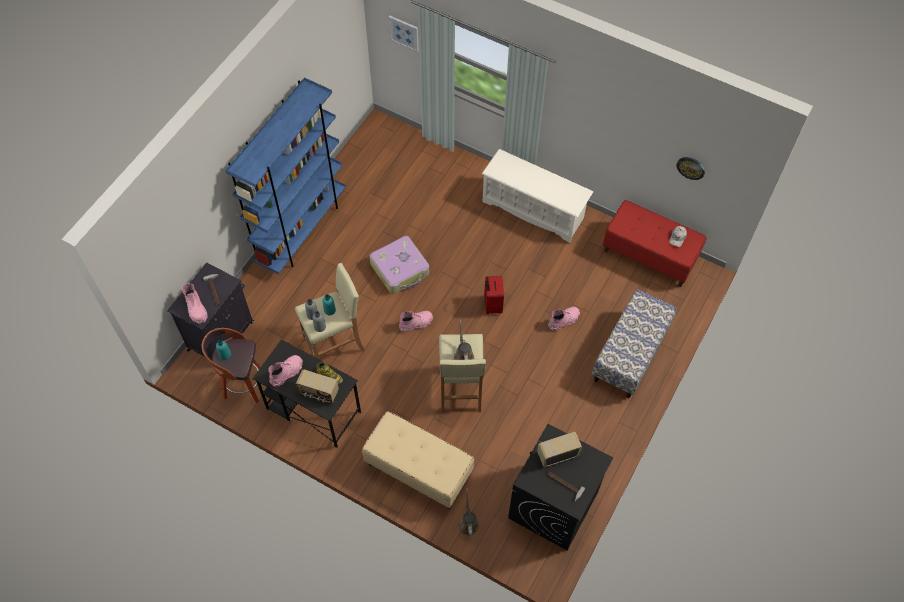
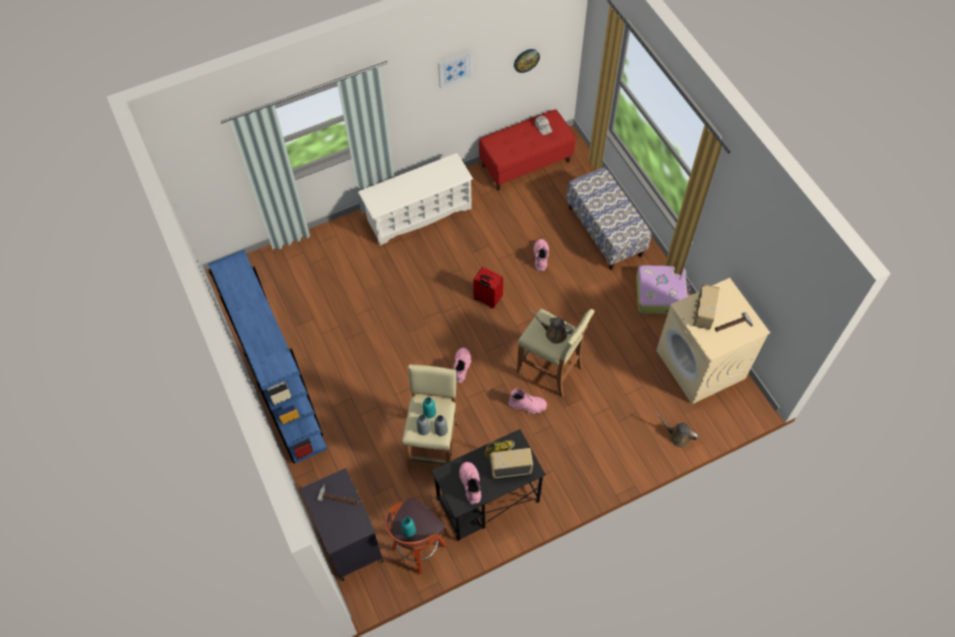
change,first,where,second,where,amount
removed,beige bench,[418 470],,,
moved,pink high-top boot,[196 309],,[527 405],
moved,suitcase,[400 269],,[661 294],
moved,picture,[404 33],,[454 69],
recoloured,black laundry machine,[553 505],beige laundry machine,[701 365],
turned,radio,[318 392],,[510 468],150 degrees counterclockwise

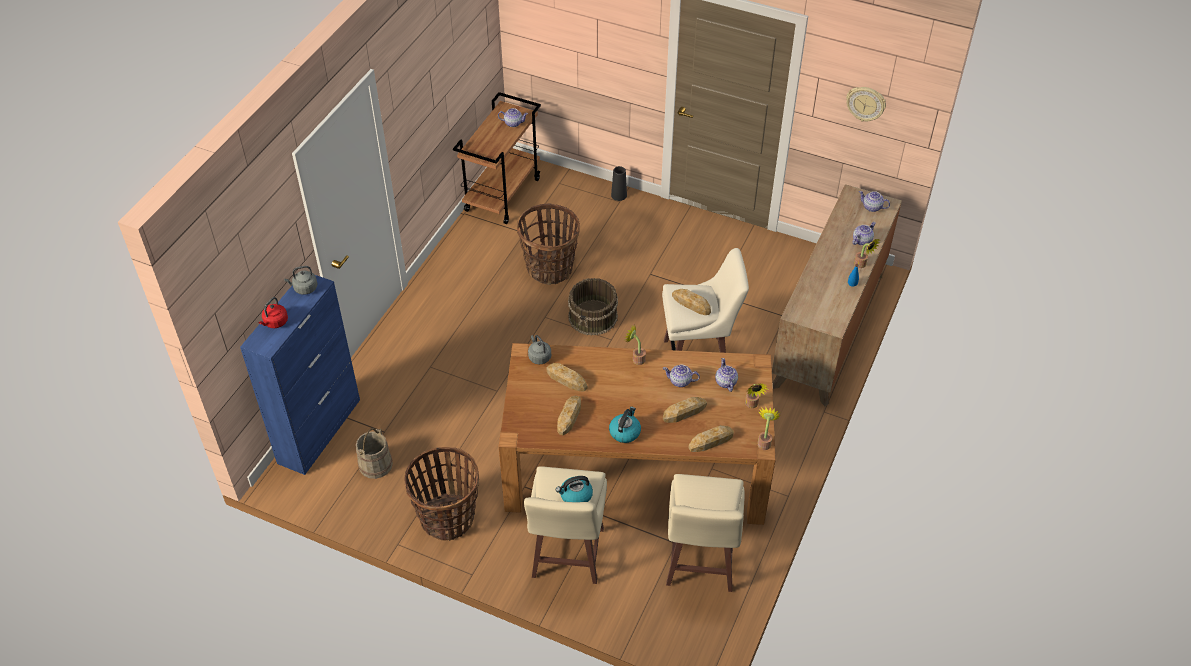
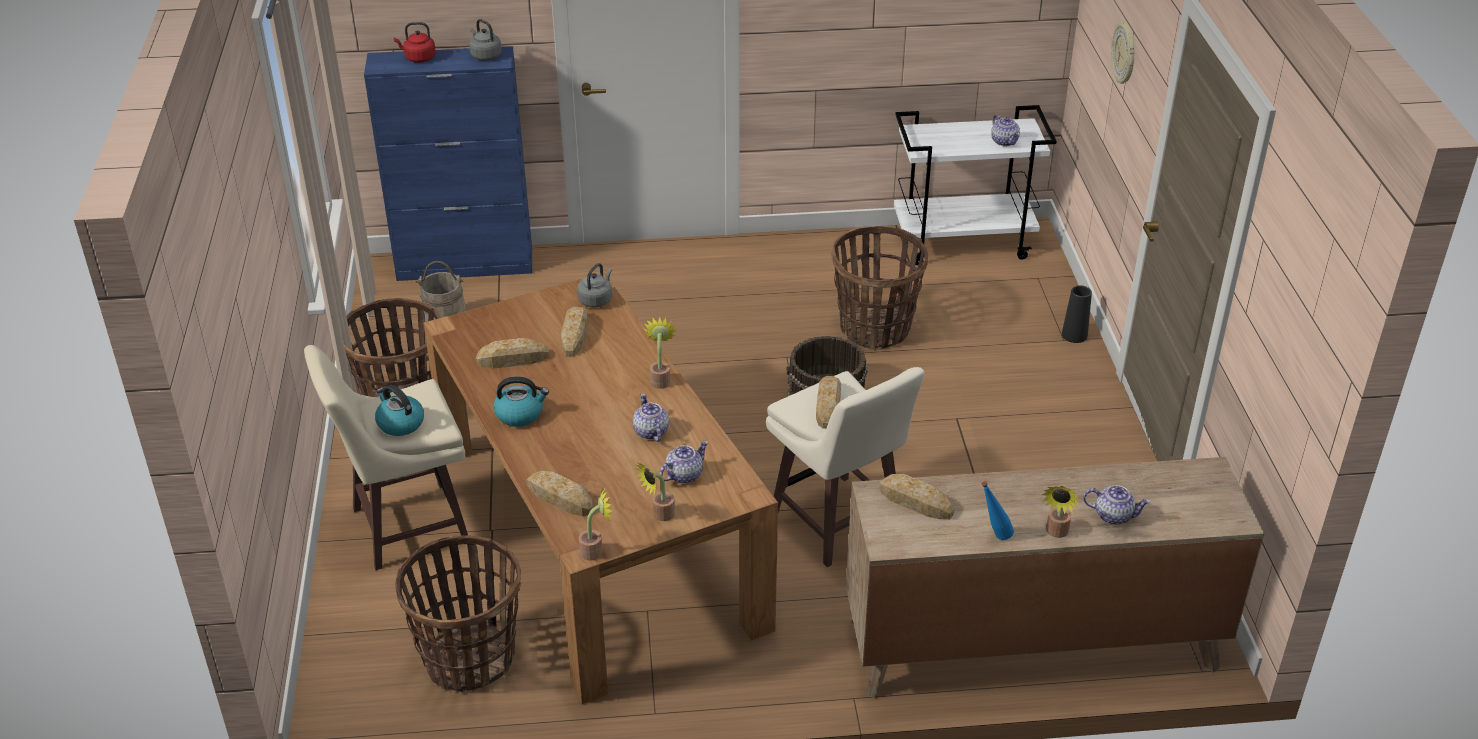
change,first,where,second,where,amount
removed,tea pot,[872 207],,,
moved,bread,[684 412],,[915 502],
moved,wall clock,[865 103],,[1125 54],
replaced,beige stool seat,[699 563],basket,[470 659],
recoloured,brown wheeled cart,[502 194],whitish wheeled cart,[964 242],

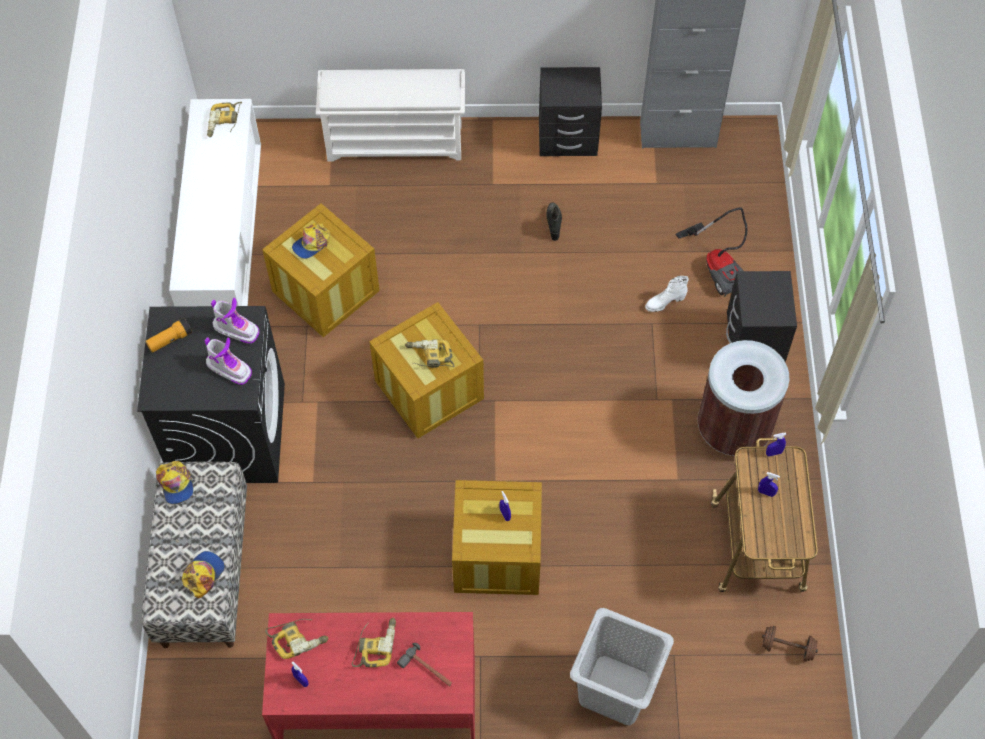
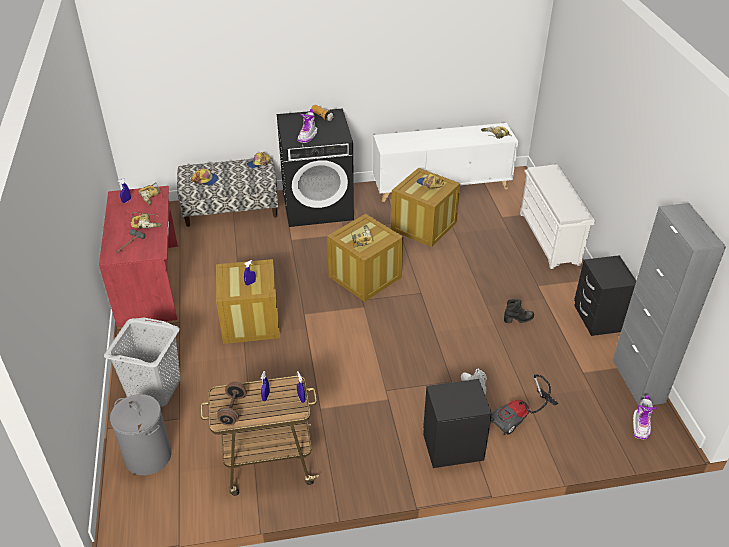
change,first,where,second,where,amount
removed,brown trash can,[733 429],,,
added,,,gray washing basket,[148 456],
moved,high-top boot,[236 329],,[641 426],
moved,brown free weight,[787 647],,[233 410],

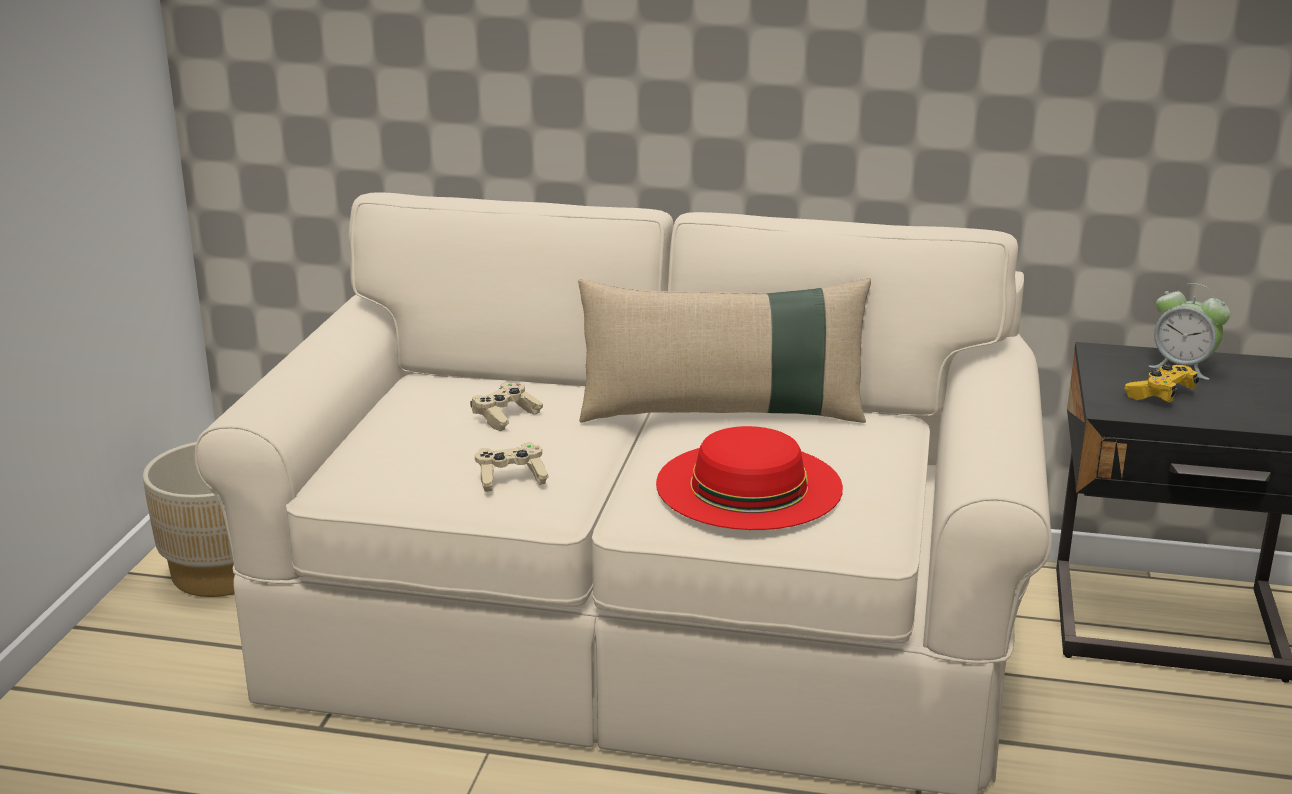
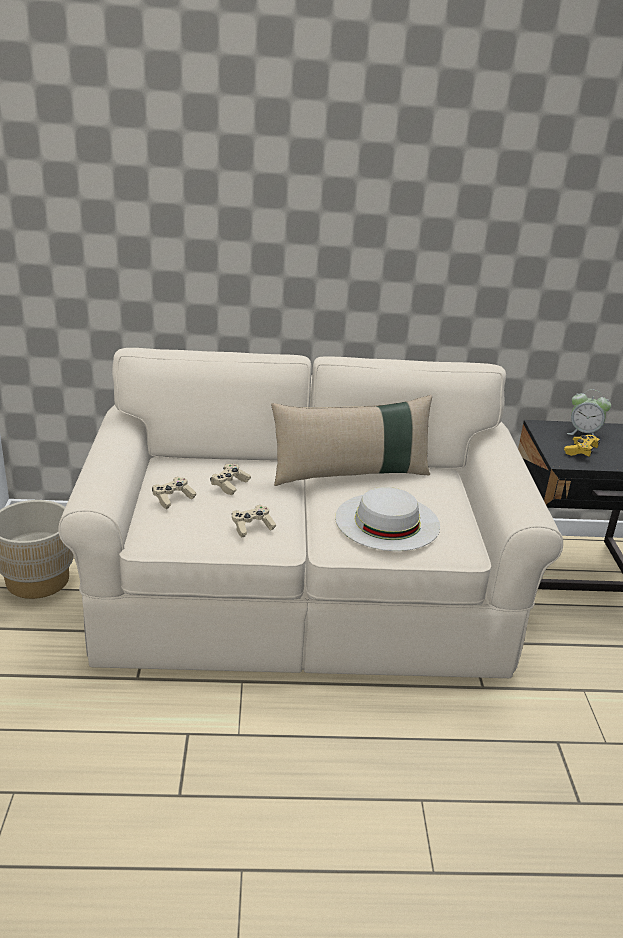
change,first,where,second,where,amount
added,,,beige joypad,[173 498],
recoloured,red-coloured wearable hat,[749 485],whitish wearable hat,[387 521],

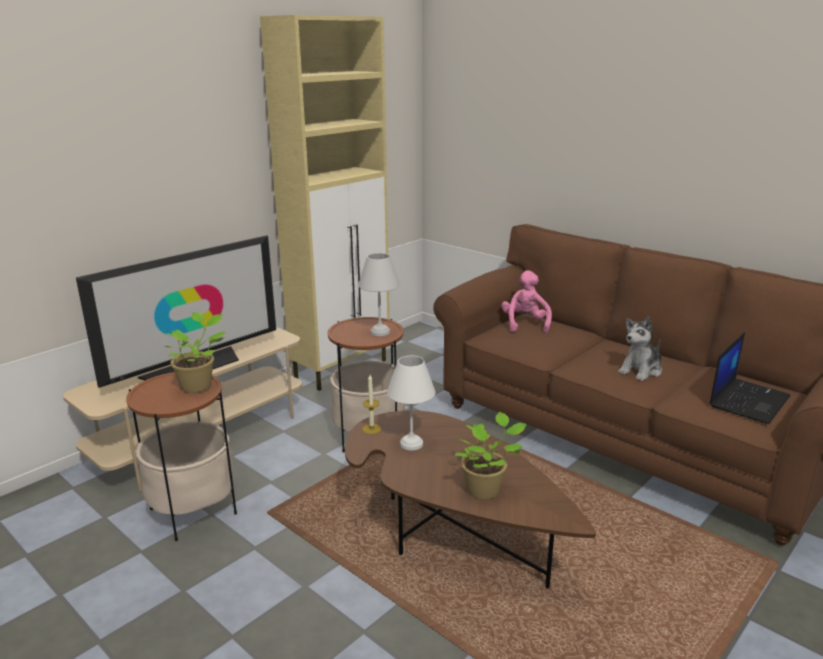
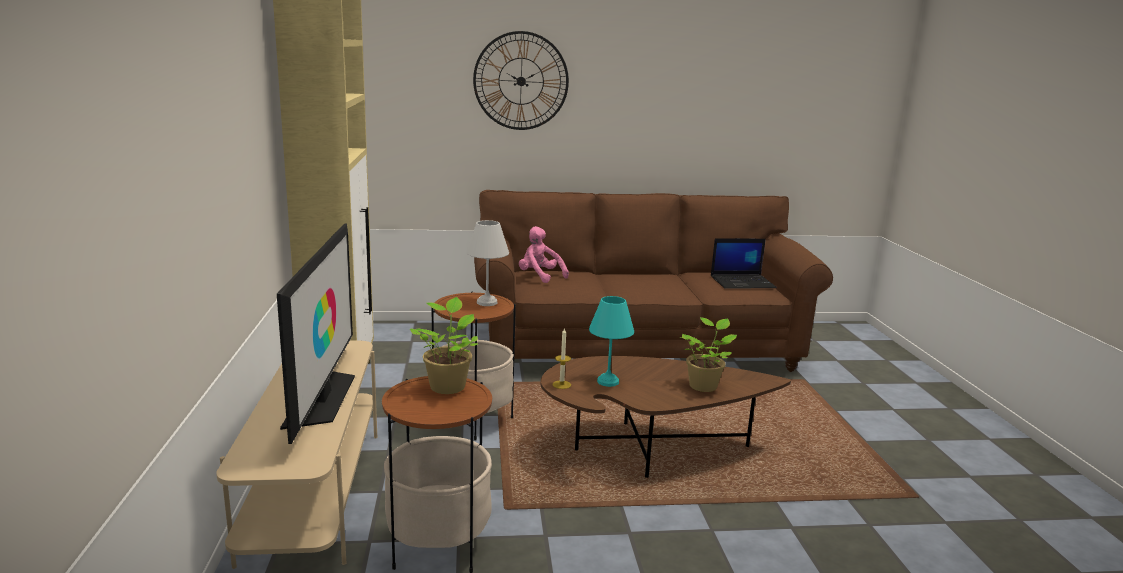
change,first,where,second,where,amount
removed,soft toy,[641 370],,,
added,,,wall clock,[521 81],
recoloured,whitish table lamp,[412 443],turquoise-coloured table lamp,[607 381],
turned,laptop,[748 400],,[743 282],90 degrees clockwise

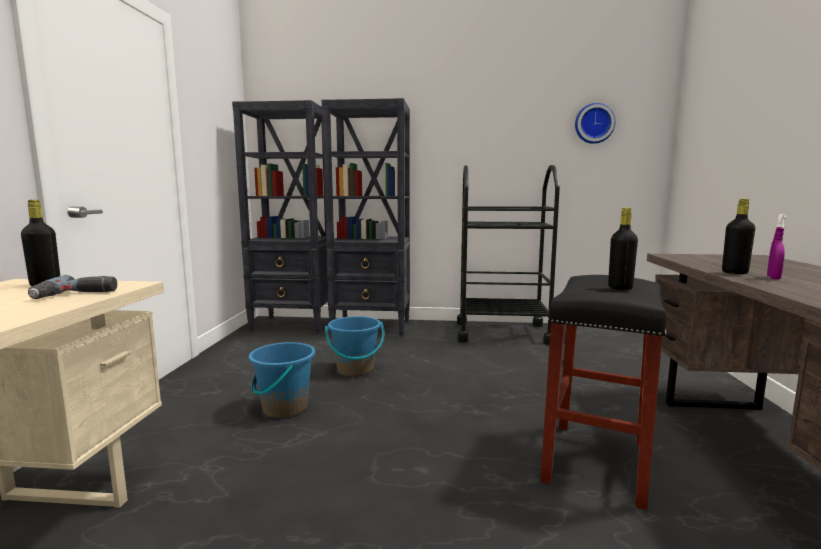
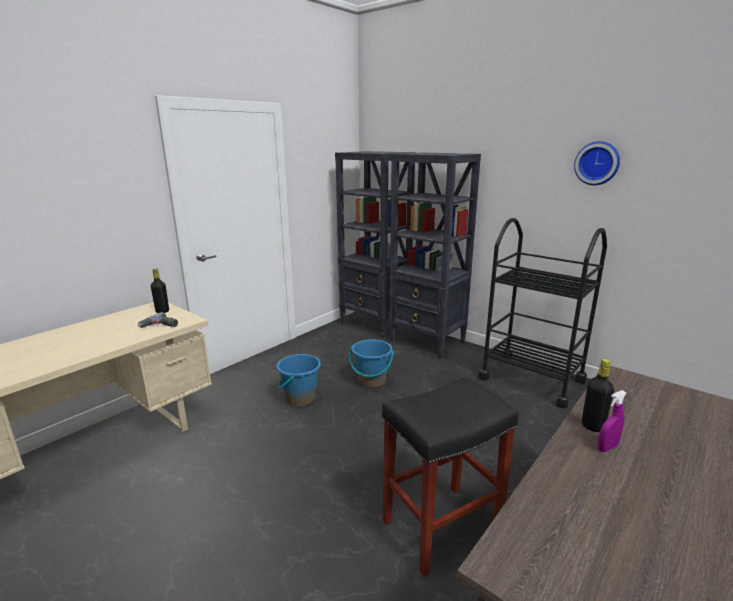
change,first,where,second,where,amount
removed,black bottle,[620 288],,,
moved,wall clock,[593 123],,[597 163],

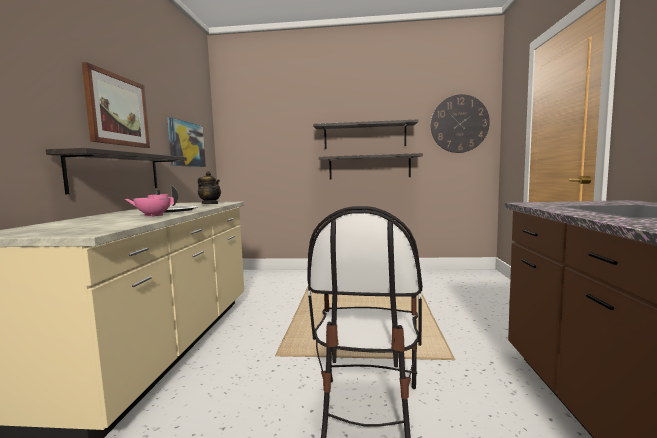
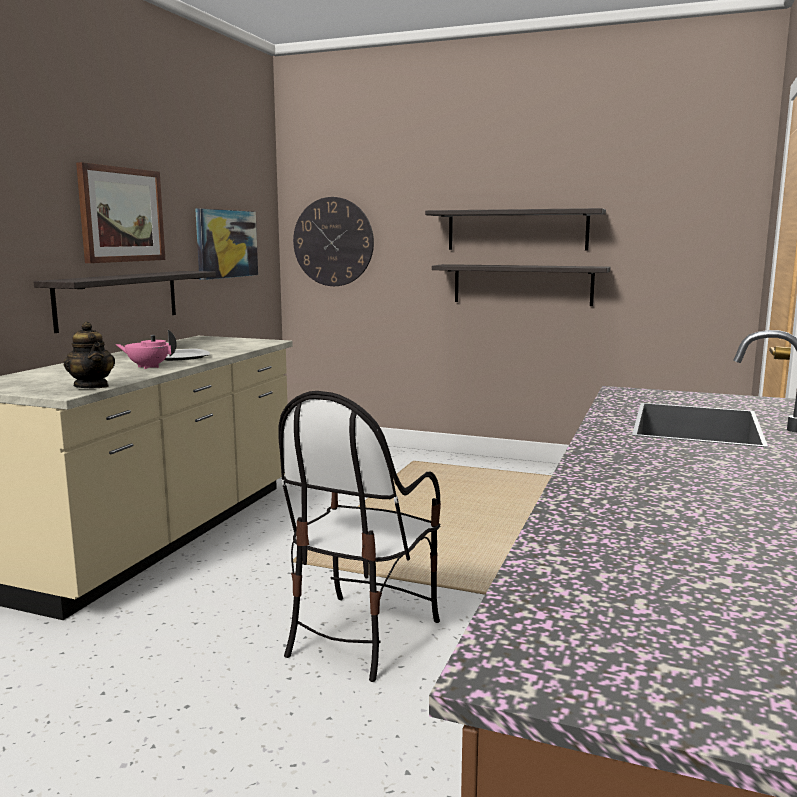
change,first,where,second,where,amount
moved,tea pot,[210 204],,[92 386],
moved,wall clock,[459 124],,[333 242],

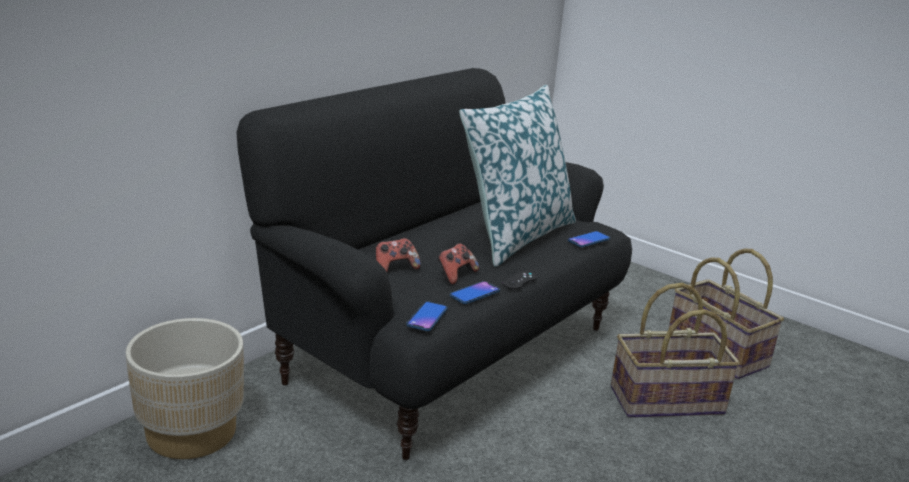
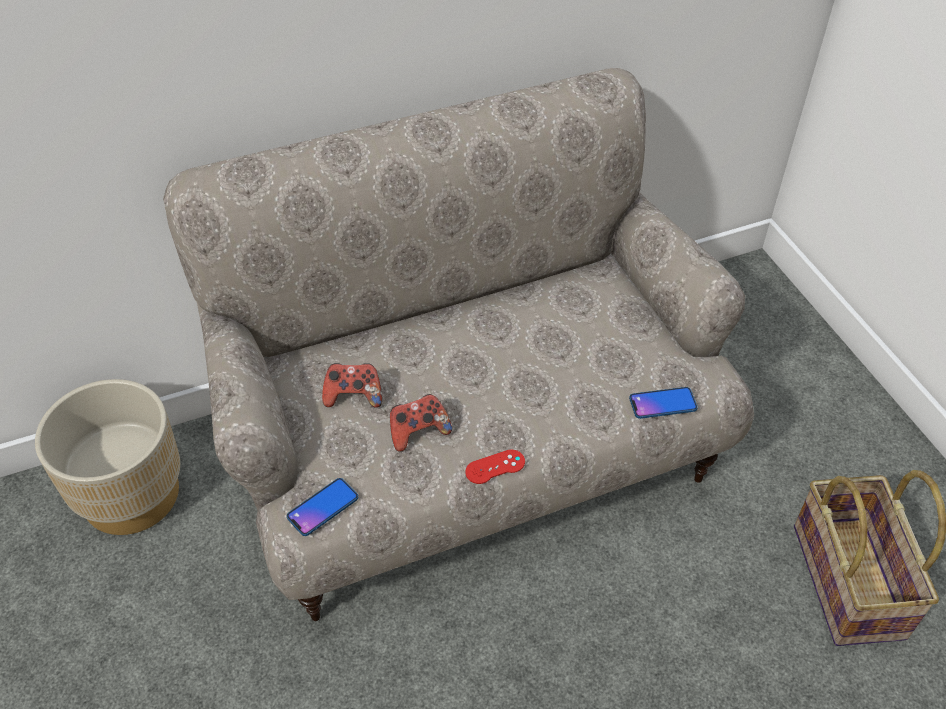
change,first,where,second,where,amount
removed,phone,[474 293],,,
removed,cushion,[515 236],,,
removed,basket,[666 401],,,
recoloured,black couch,[446 351],beige couch,[472 457],
recoloured,black joypad,[520 280],red-coloured joypad,[495 467],

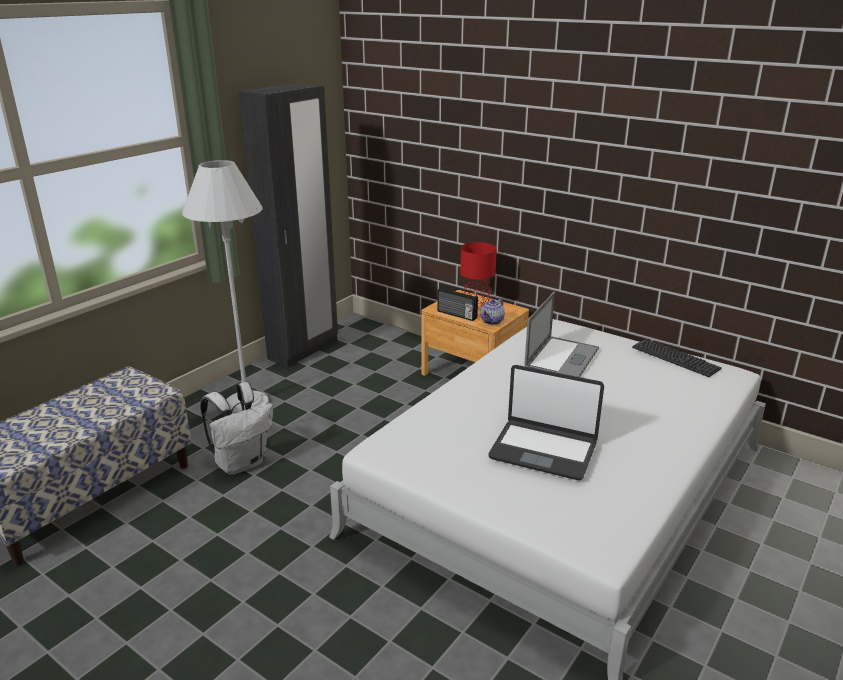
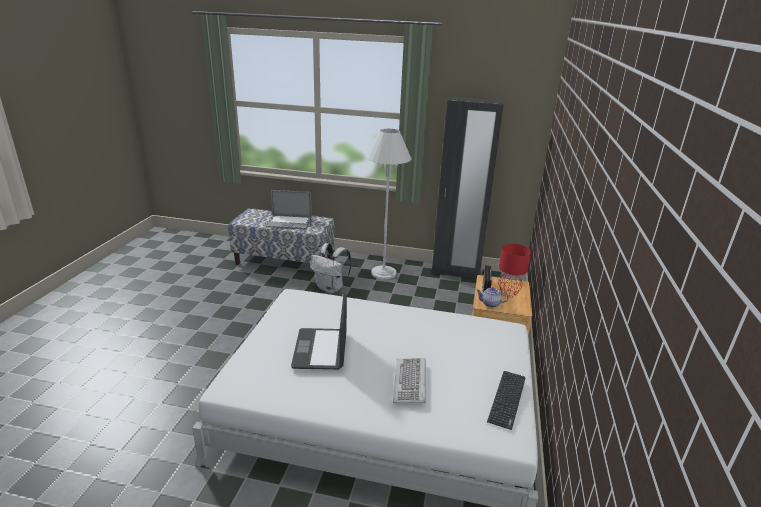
change,first,where,second,where,amount
added,,,computer keyboard,[410 382],
moved,laptop,[562 358],,[289 222],

